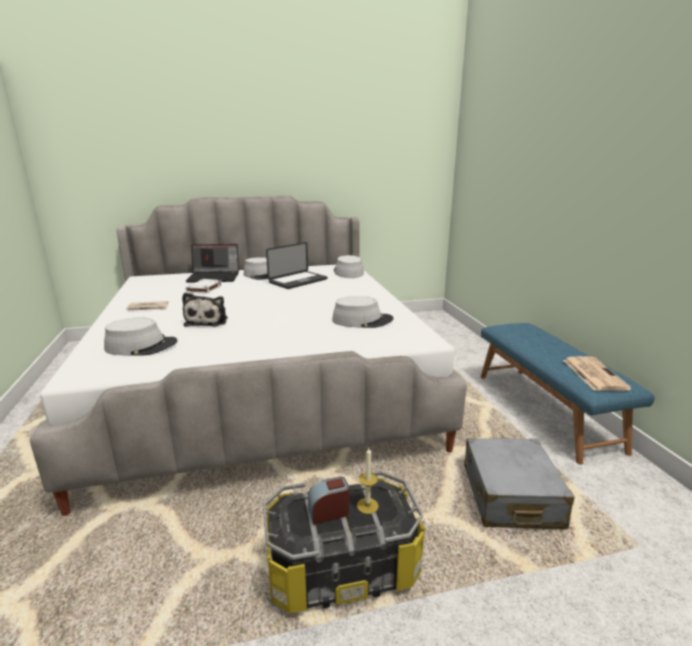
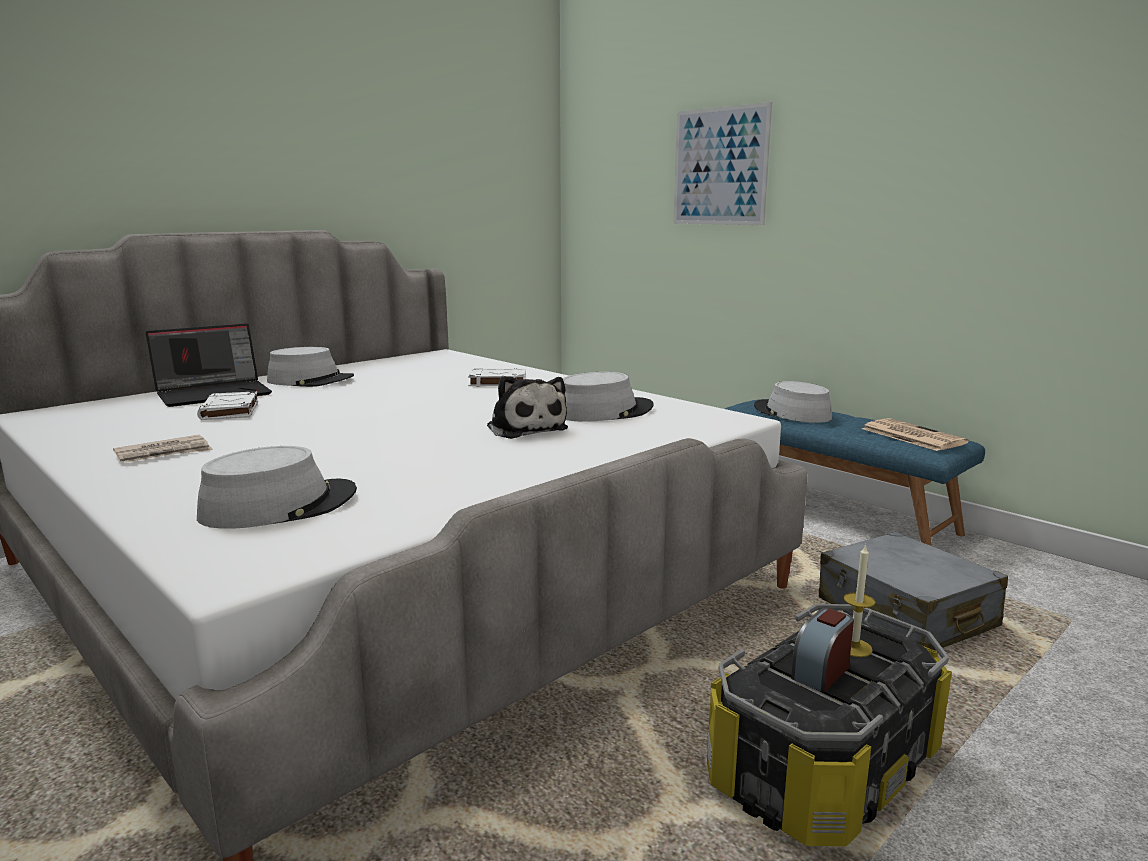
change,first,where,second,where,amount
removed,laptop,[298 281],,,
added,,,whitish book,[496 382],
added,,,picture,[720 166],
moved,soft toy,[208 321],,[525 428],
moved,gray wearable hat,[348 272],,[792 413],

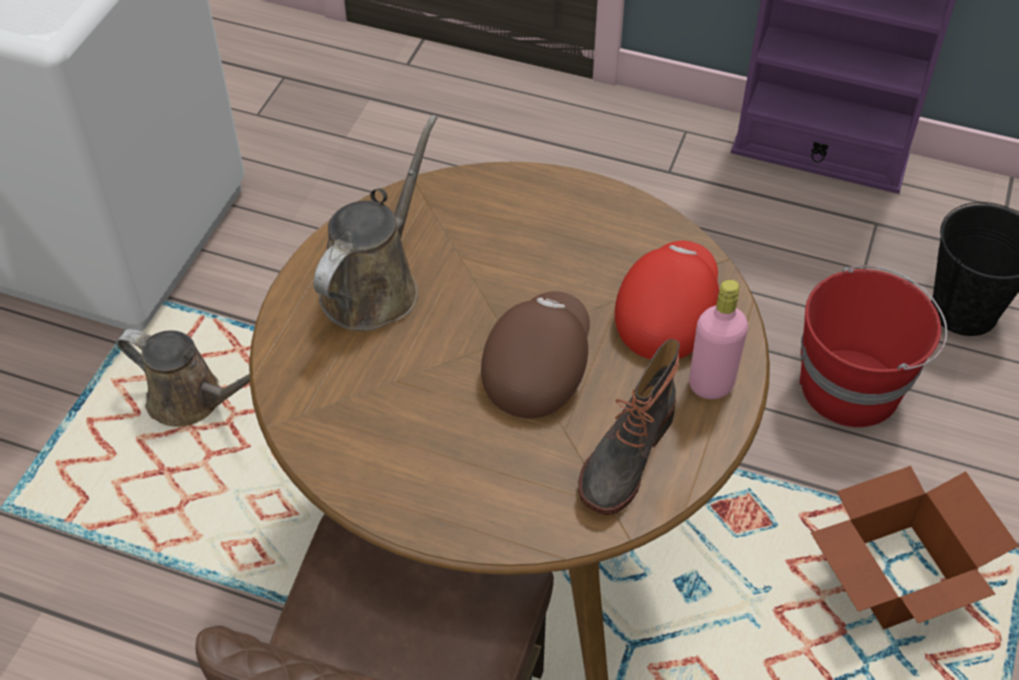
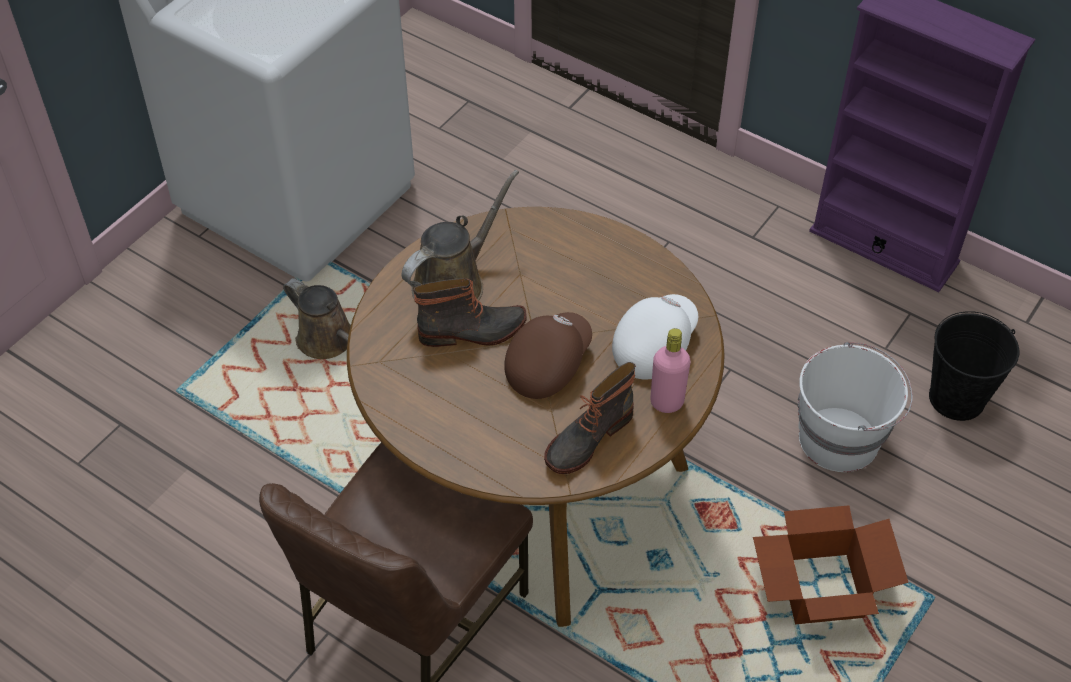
change,first,where,second,where,amount
added,,,high-top boot,[473 332],
recoloured,red-coloured peaked cap,[666 313],whitish peaked cap,[653 345],
recoloured,red-coloured water bucket,[852 386],whitish water bucket,[840 438],

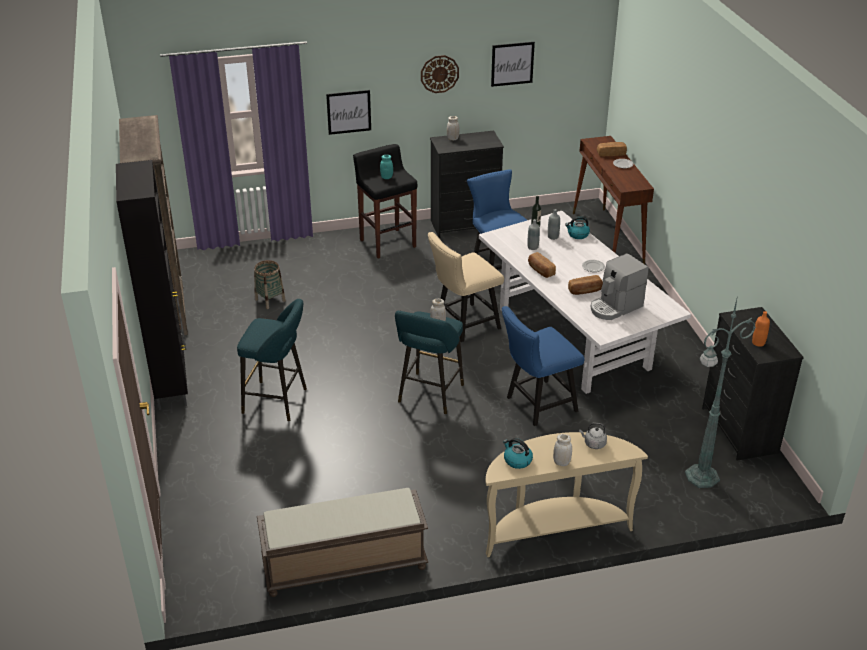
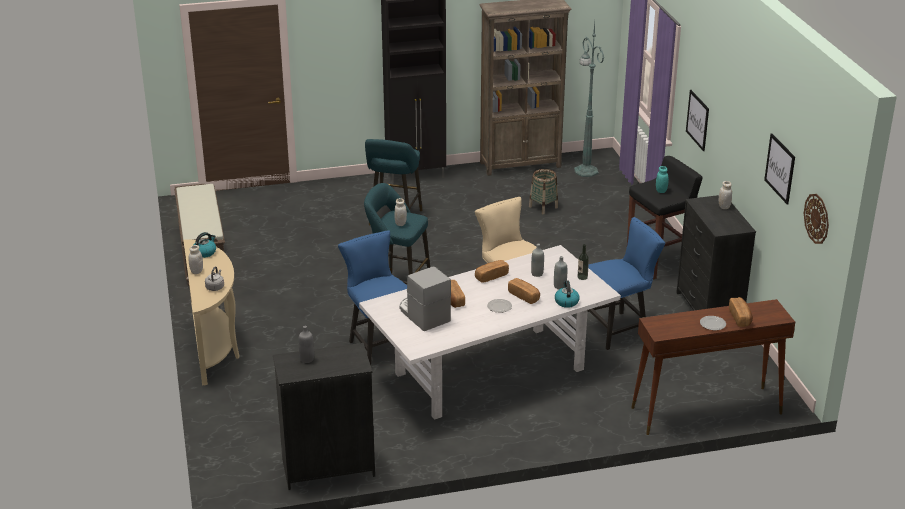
change,first,where,second,where,amount
added,,,bread,[524 296],
moved,wall clock,[439 74],,[817 218],
moved,green-coloured standing lamp,[700 477],,[585 170],
recoloured,orange-coloured bottle,[758 343],gray bottle,[307 359],

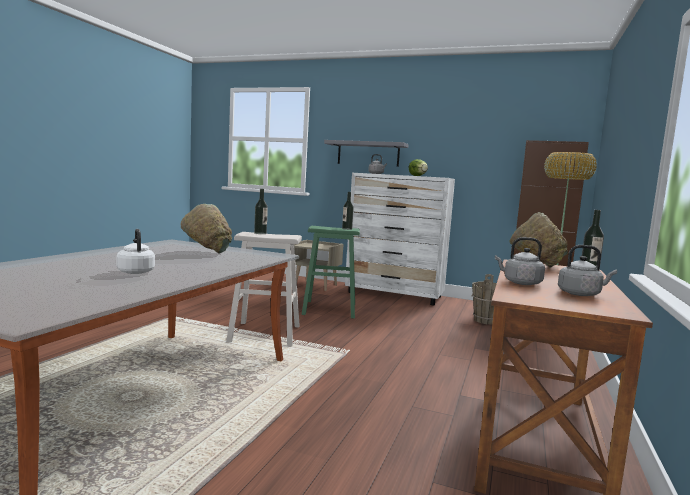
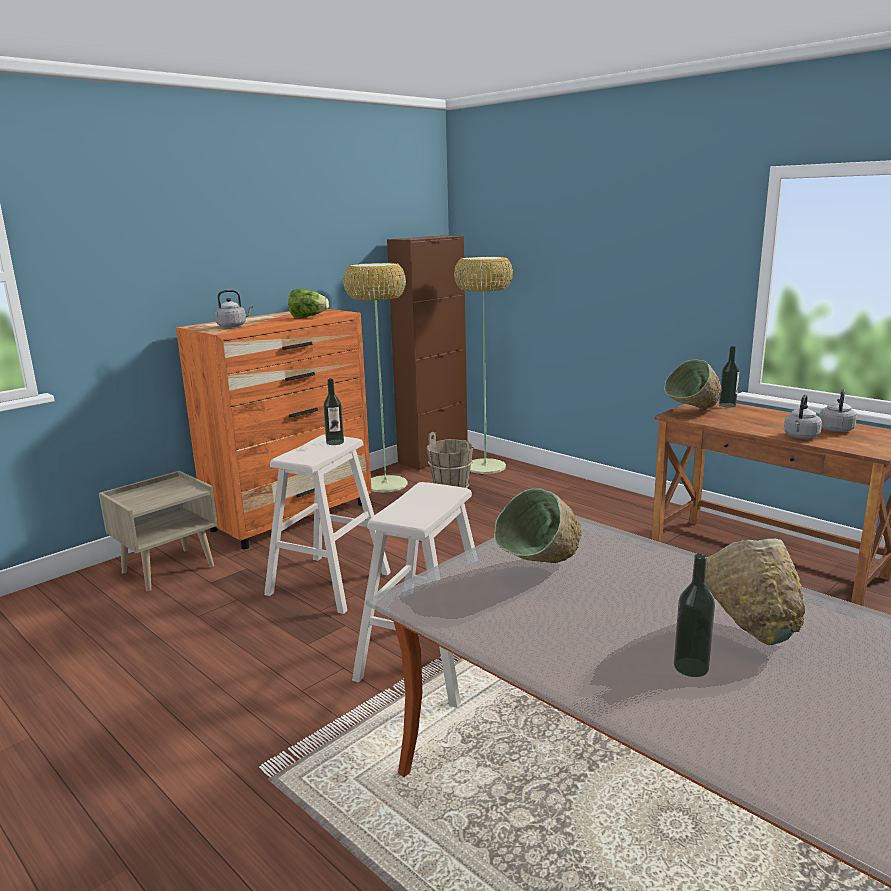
change,first,where,second,where,amount
removed,gray wall shelf,[368 154],,,
added,,,standing lamp,[386 484],
moved,bottle,[260 233],,[691 667],
replaced,whitish tea kettle,[135 271],green-coloured bowl,[749 630],
recoloured,green-coloured stool seat,[330 309],beige stool seat,[329 583],
recoloured,whitish chest of drawers,[395 295],orange-coloured chest of drawers,[292 516],

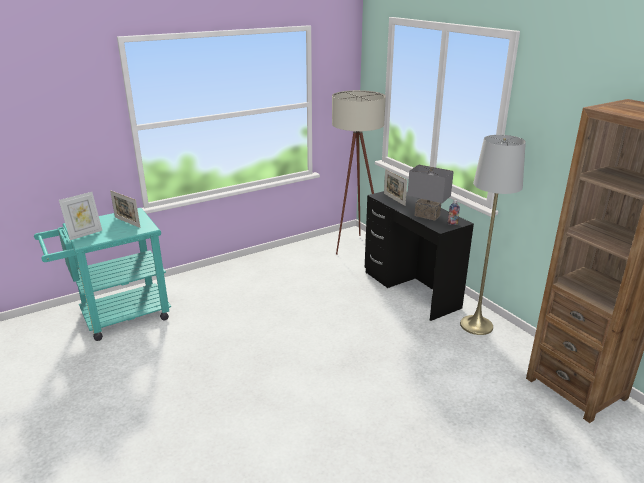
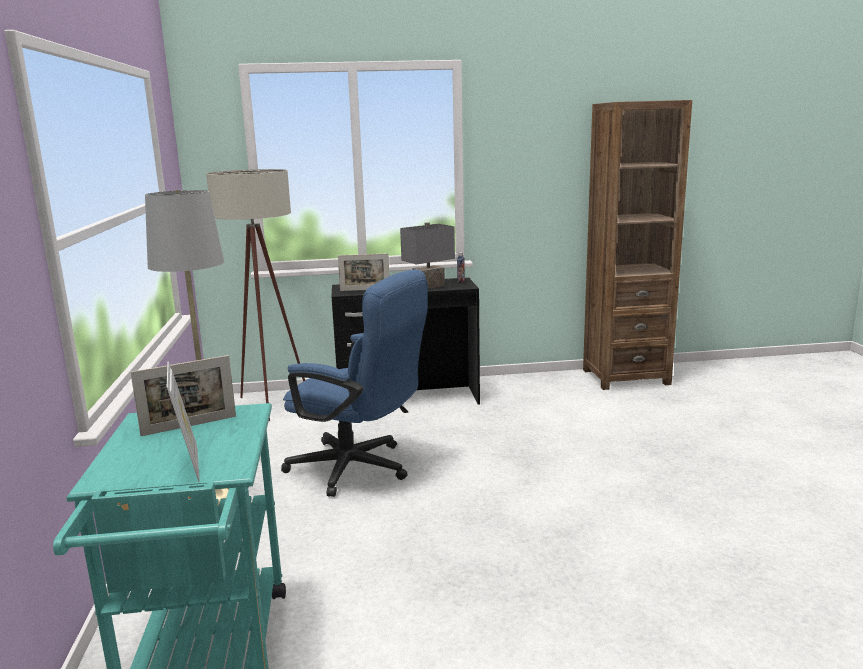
change,first,where,second,where,amount
added,,,bluish desk chair,[359 469],
moved,gray standing lamp,[476 325],,[216 496],

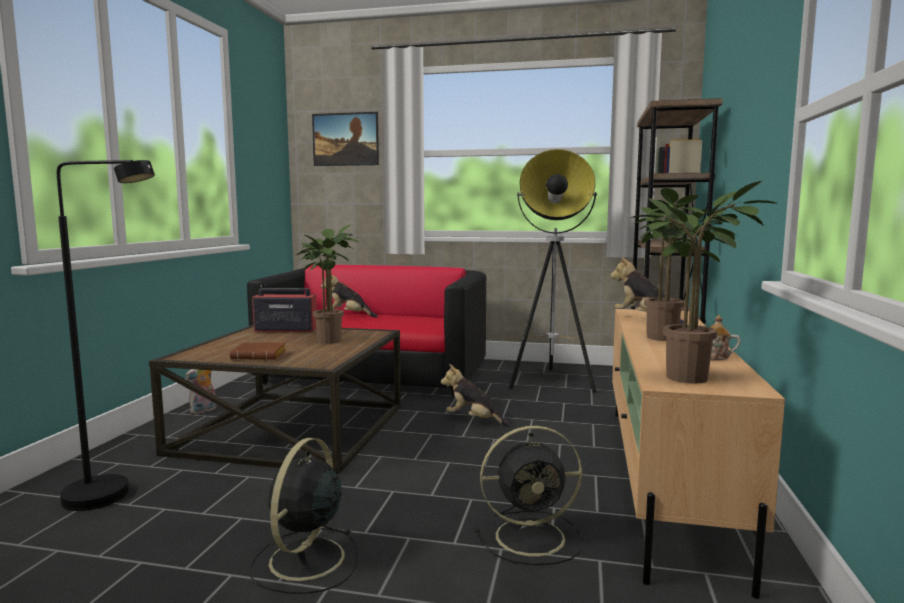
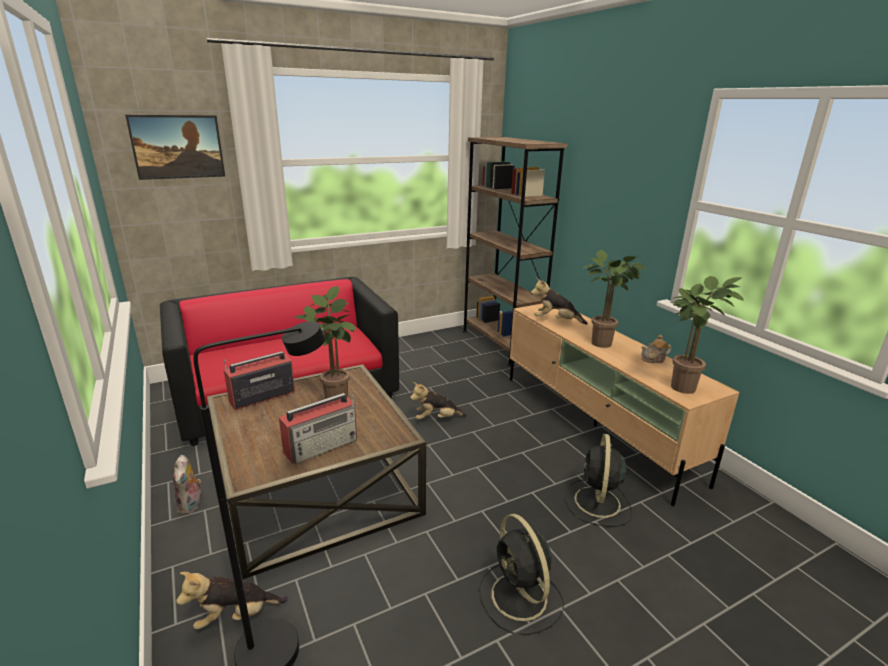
change,first,where,second,where,amount
removed,standing lamp,[551 382],,,
moved,soft toy,[348 316],,[235 616],
replaced,brown book,[260 356],radio,[322 445],
turned,black cooling fan,[533 537],,[597 503],150 degrees clockwise

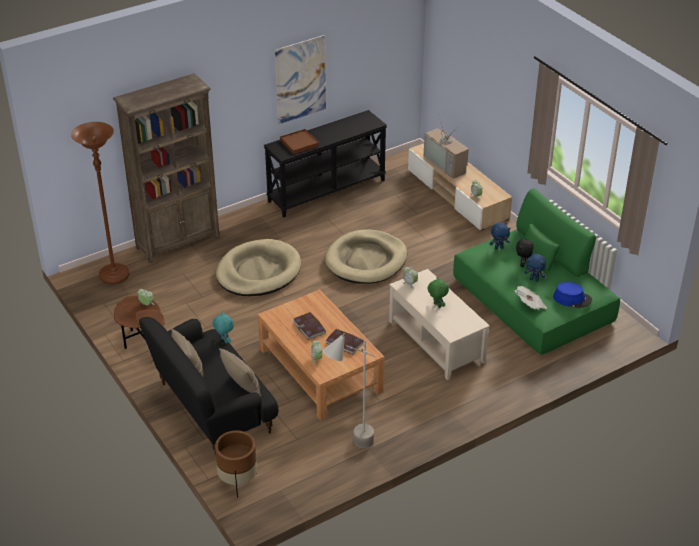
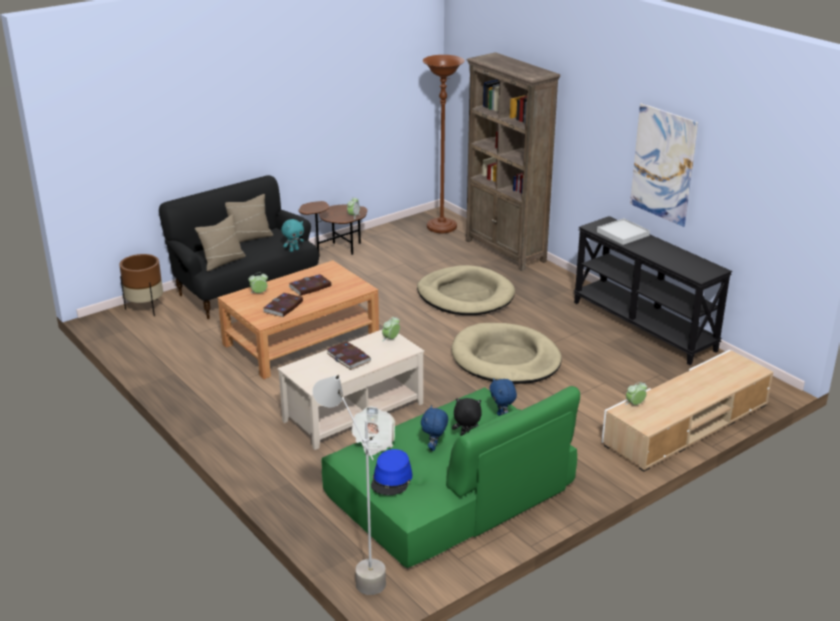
change,first,where,second,where,amount
removed,television,[447 164],,,
moved,gray standing lamp,[350 449],,[354 571],
replaced,green-coloured soft toy,[436 305],book,[349 357],
recoloured,brown serving tray,[299 143],whitish serving tray,[623 233],

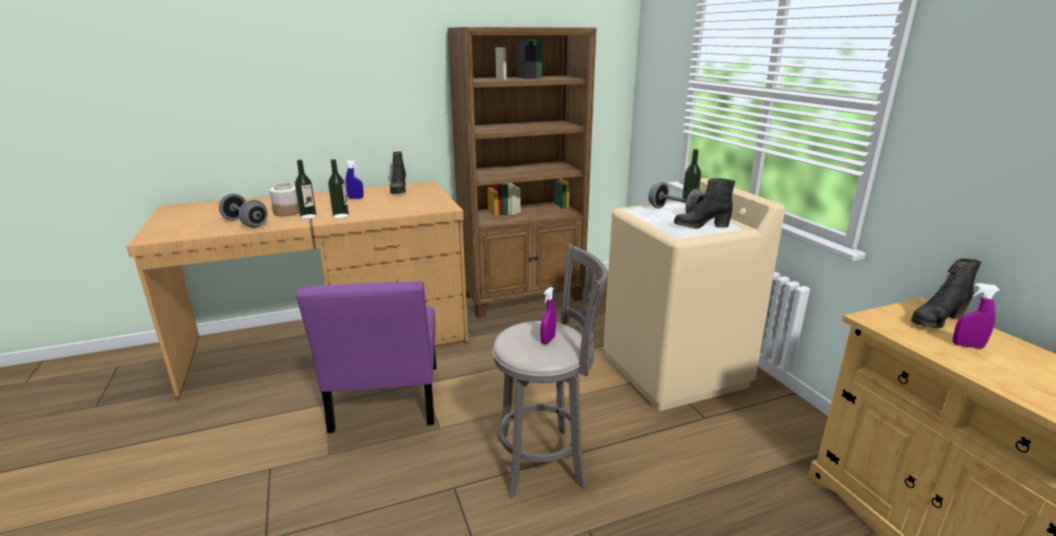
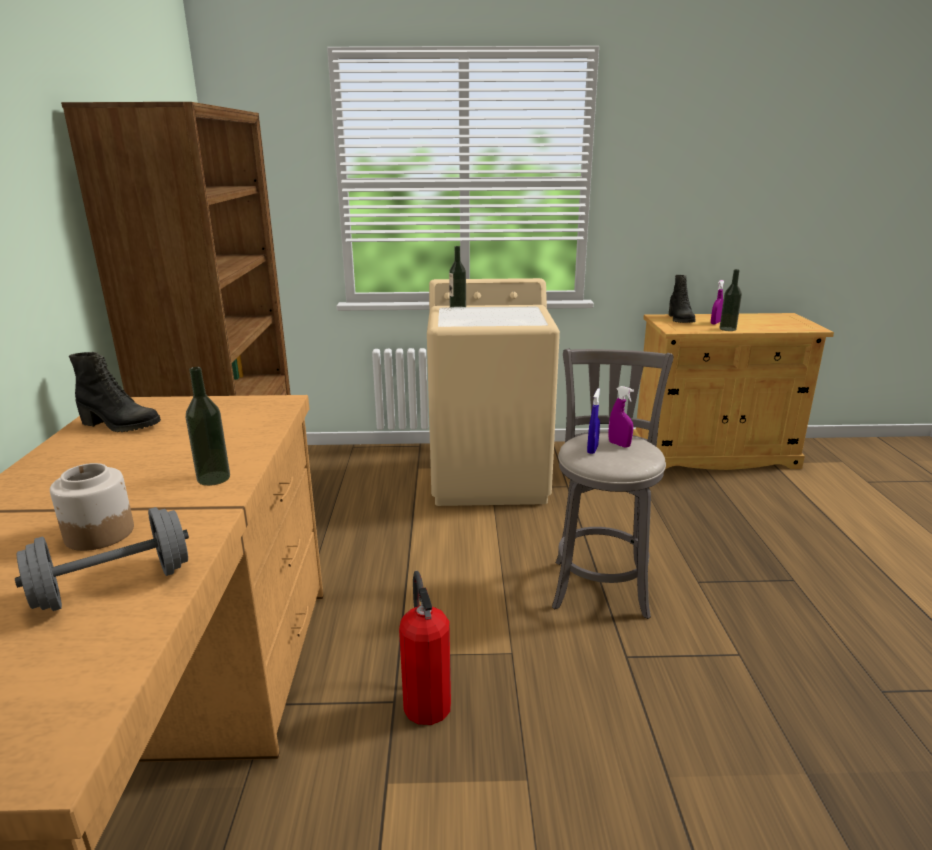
change,first,where,second,where,amount
removed,gray free weight,[675 212],,,
removed,black high-top boot,[701 226],,,
moved,bottle,[308 216],,[727 329],
moved,bluish hand sprayer,[355 198],,[592 449],
replaced,purplish chair,[385 402],fire-fighting cylinder,[425 702],

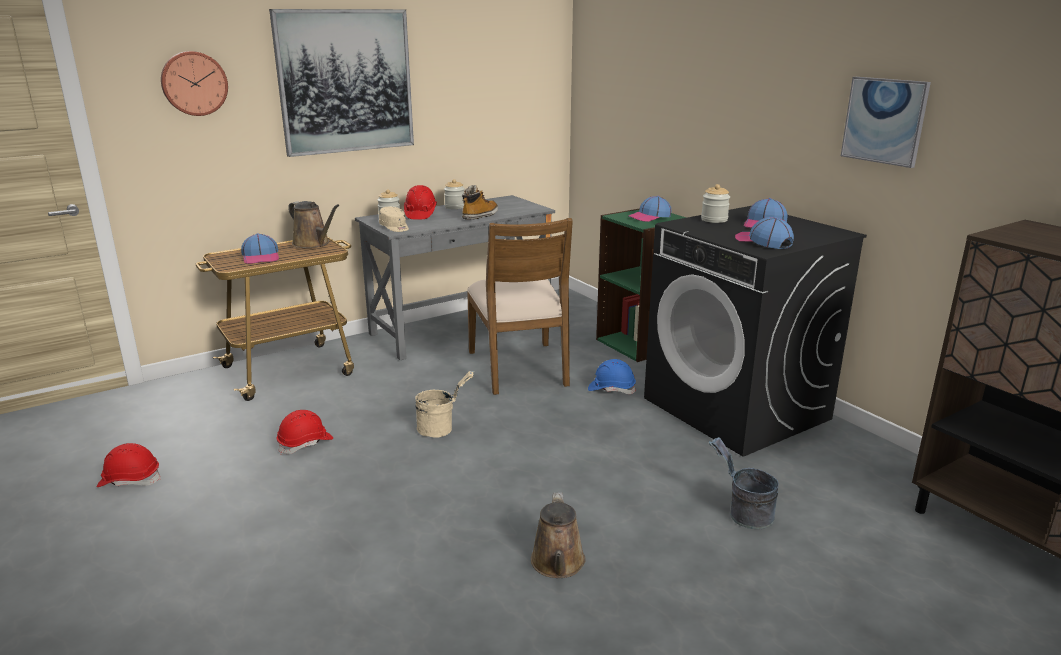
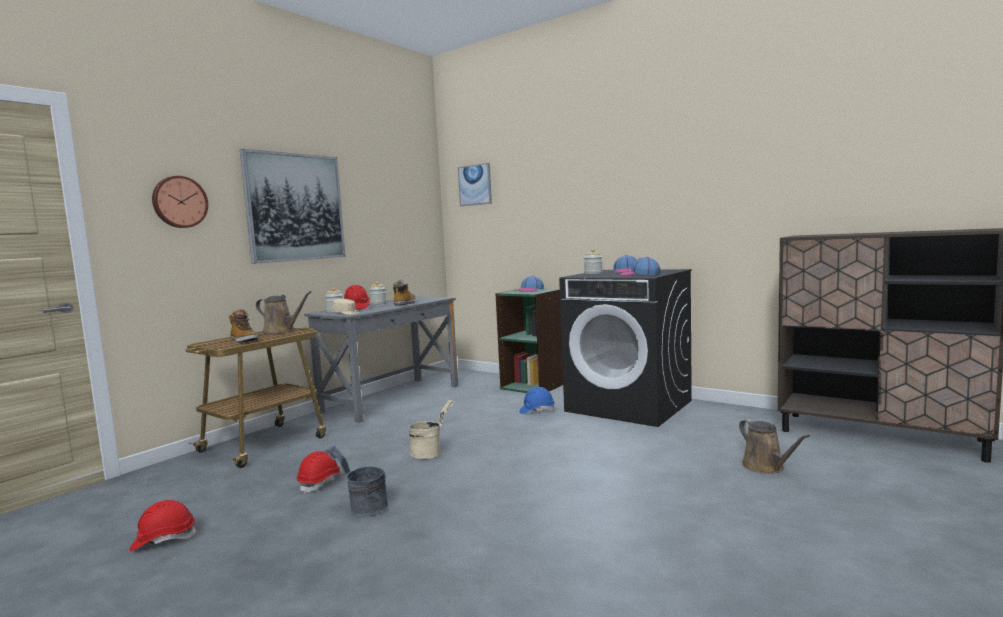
change,first,where,second,where,amount
removed,brown chair,[519 368],,,
moved,brown watering pot,[558 564],,[766 467],
moved,gray water bucket,[743 514],,[362 508],
moved,picture,[884 121],,[475 185],
replaced,peaked cap,[261 257],high-top boot,[244 340],

